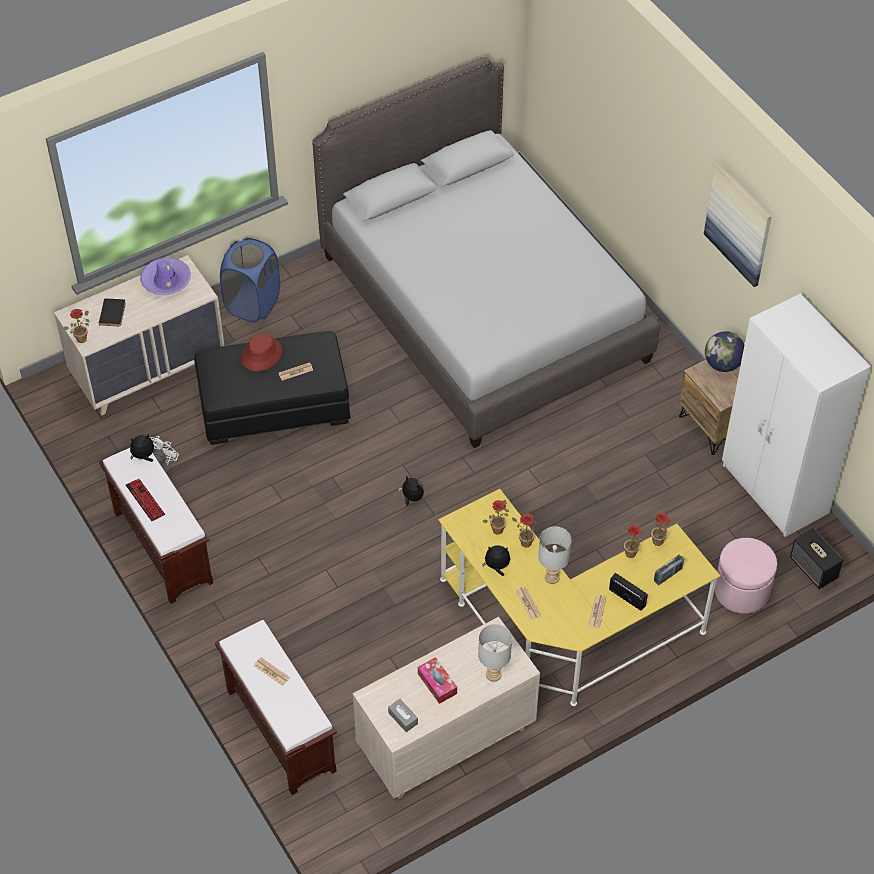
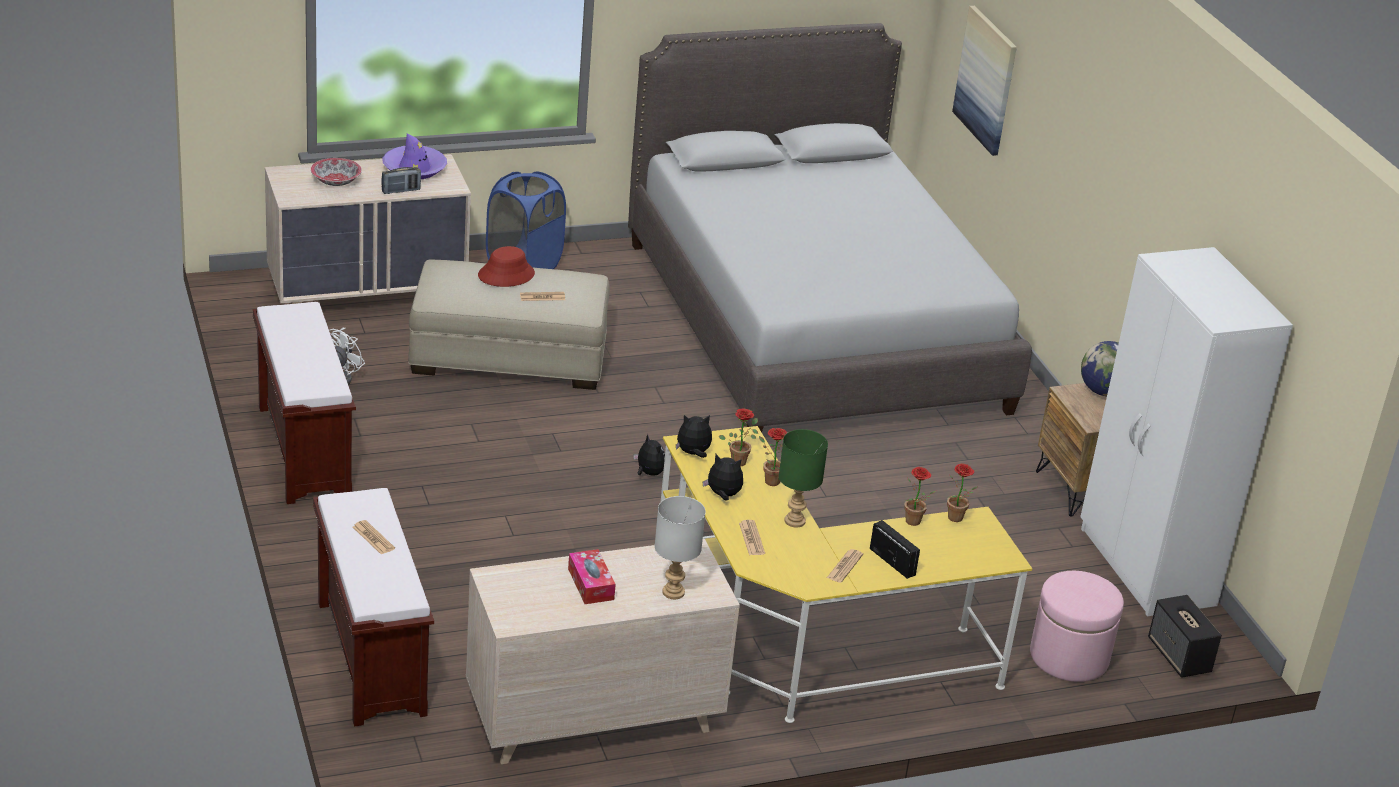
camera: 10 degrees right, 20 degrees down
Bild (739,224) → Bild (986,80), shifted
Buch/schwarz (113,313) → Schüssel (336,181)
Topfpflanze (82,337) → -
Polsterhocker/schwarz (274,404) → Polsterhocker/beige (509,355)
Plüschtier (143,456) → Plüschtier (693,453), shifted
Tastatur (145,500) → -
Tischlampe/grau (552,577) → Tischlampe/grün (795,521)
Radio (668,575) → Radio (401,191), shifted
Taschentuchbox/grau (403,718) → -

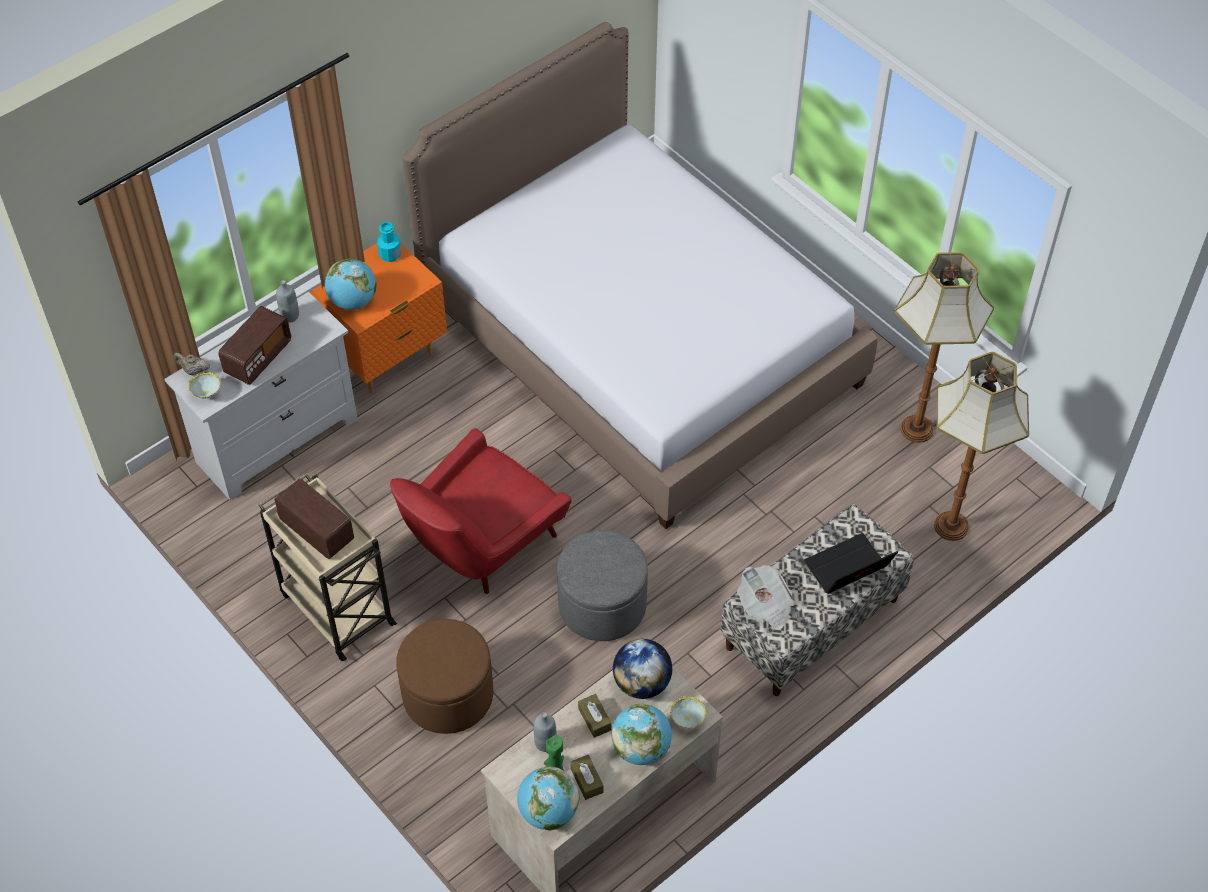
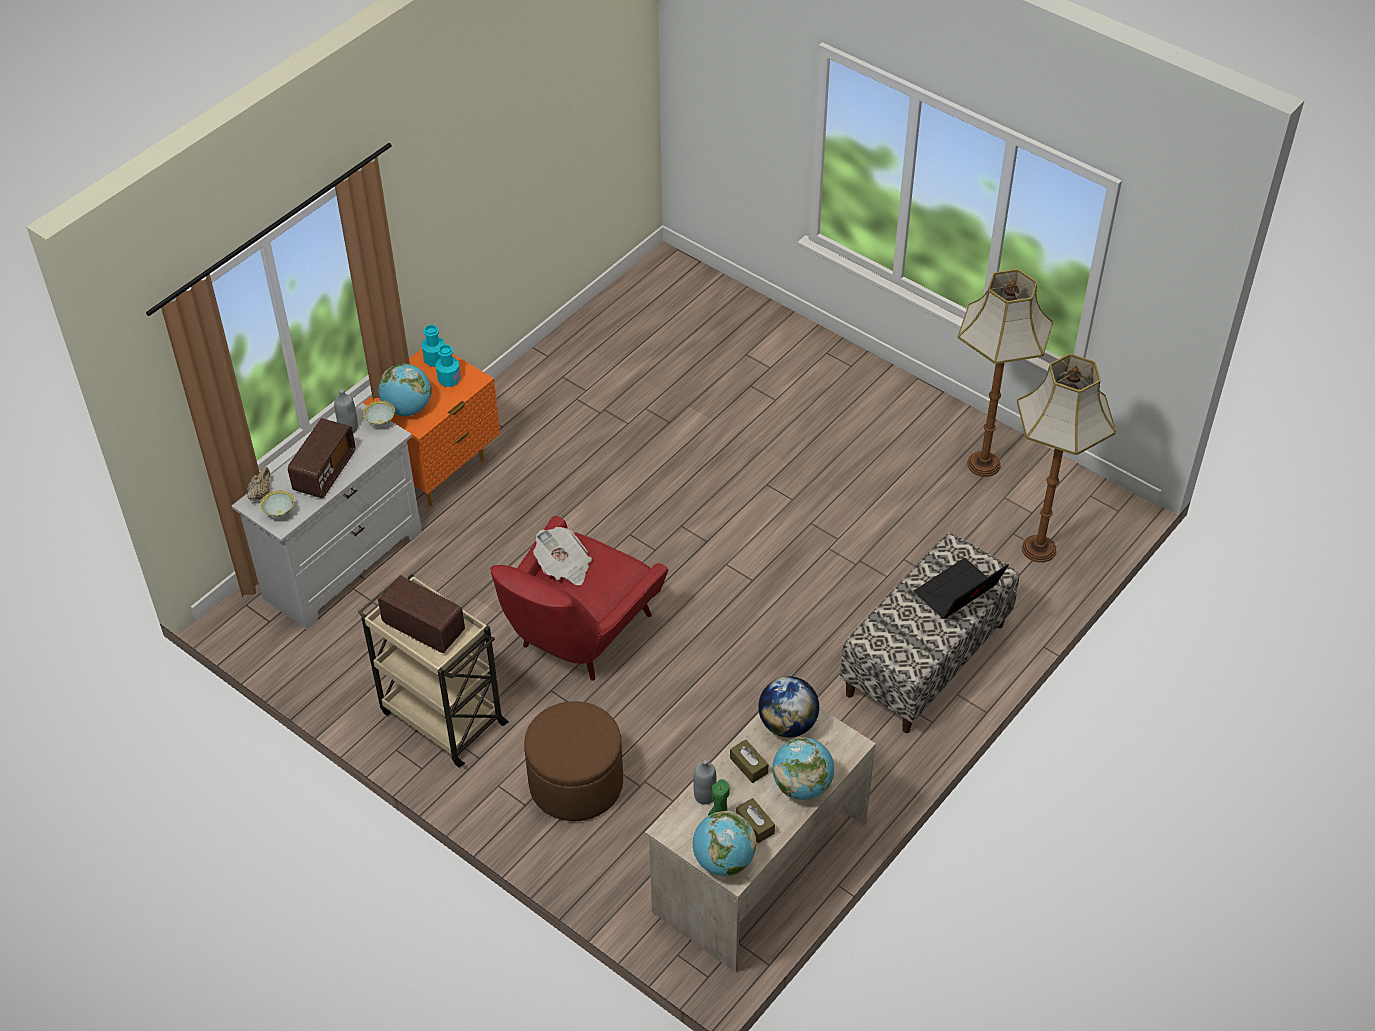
camera: 10 degrees left, 5 degrees down
Bett (639,341) → -
Teekanne/beige (193,371) → Teekanne/beige (260,494), 105 degrees clockwise
Polsterhocker/grau (602,605) → -
Zeitung (765,606) → Zeitung (564,566), shifted
Schüssel (687,721) → Schüssel (380,424), shifted
- → Flasche/türkis (449,379)

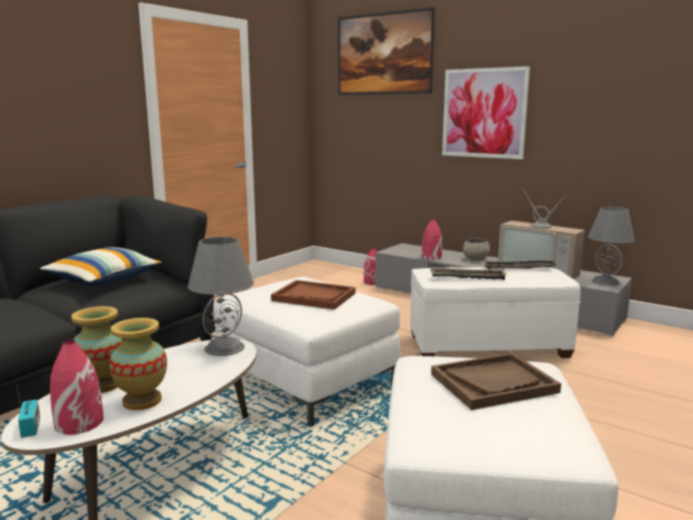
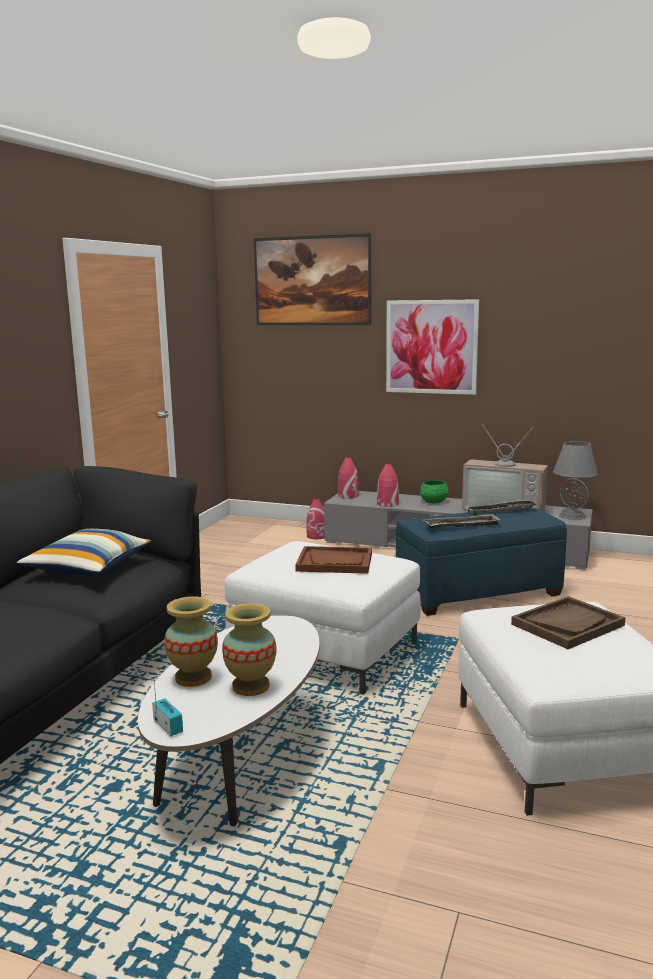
camera: 15 degrees left, 0 degrees up
Tischlampe/grau (224,348) → -
Schüssel/grau (476,259) → Schüssel/grün (434,502)
Polsterhocker/weiß (487,346) → Polsterhocker/blau (477,593)
Vase/rot (79,423) → Vase/rot (348,496), shifted

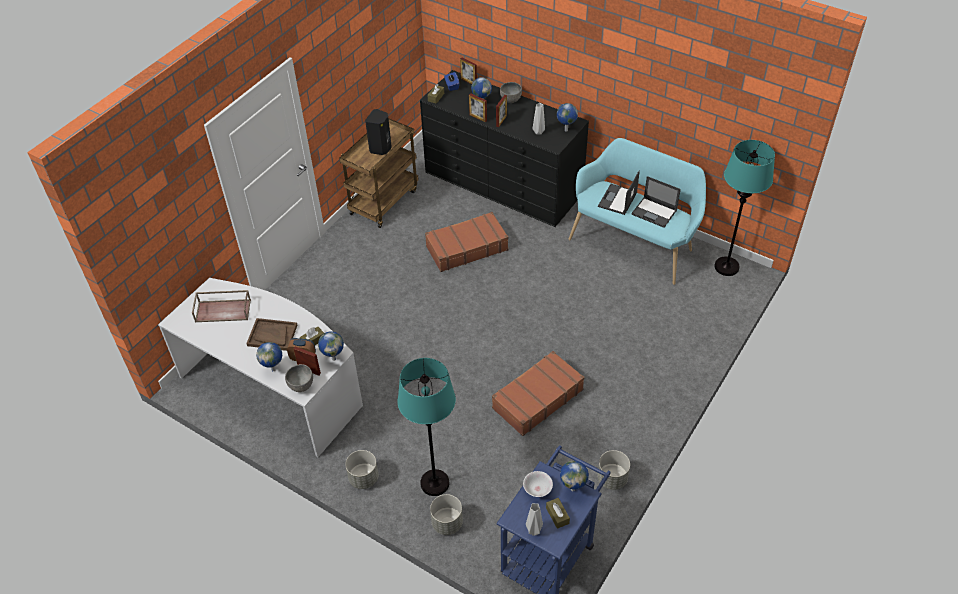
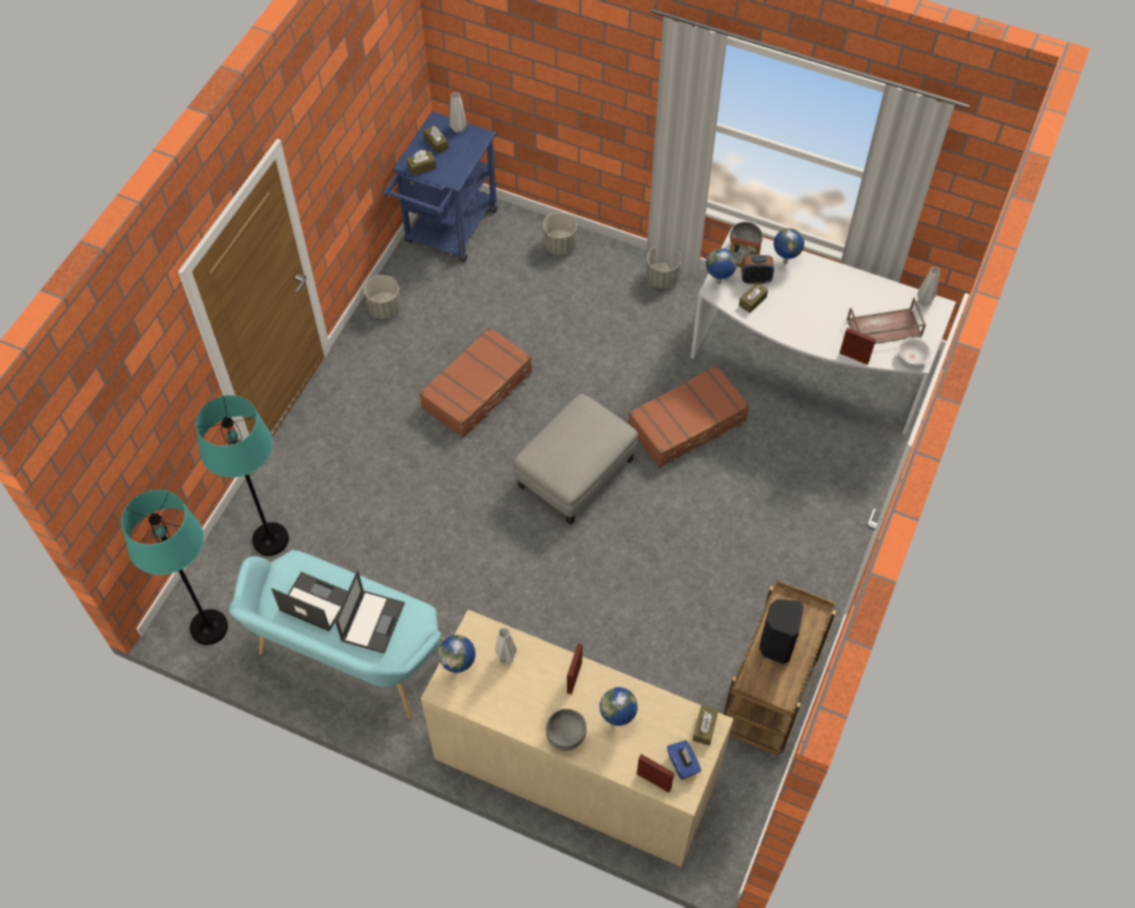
camera: 170 degrees right, 10 degrees up
Kommode/schwarz (503,183) → Kommode/beige (575,767)
Bilderrahmen (478,118) → Bilderrahmen (854,357), shifted
Koffer/braun (466,248) → Koffer/braun (688,424), shifted
Tablett/braun (272,335) → -
Stehlampe/türkis (435,483) → Stehlampe/türkis (270,539), shifted
Globus (573,488) → Taschentuchbox/braun (422,167)
Schüssel/weiß (537,489) → Schüssel/weiß (912,357), shifted
- → Vase/grau (924,302)
- → Polsterhocker/grau (575,472)

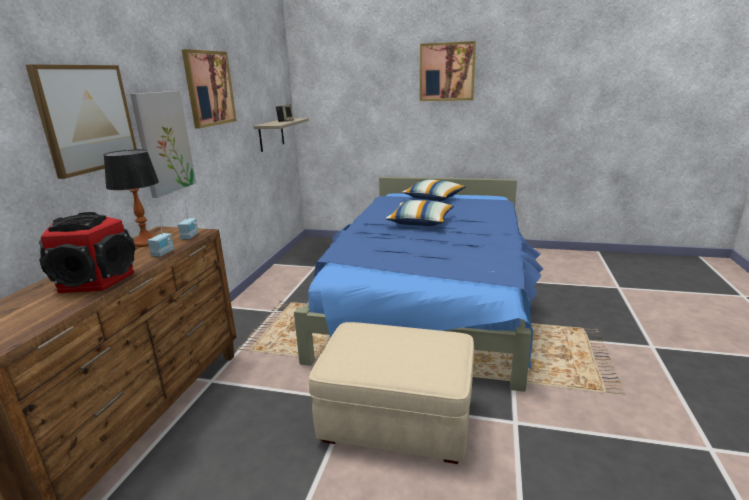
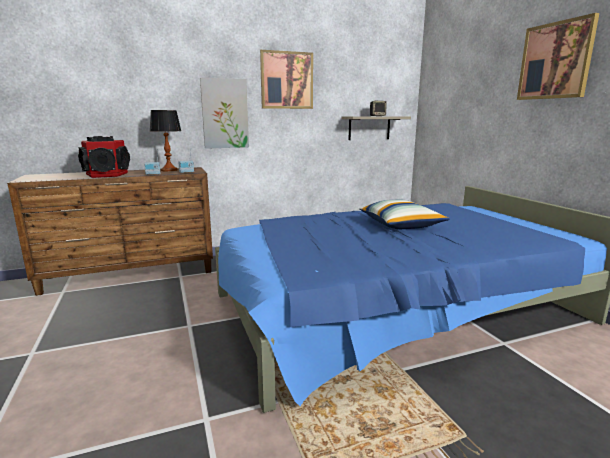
camera: 55 degrees right, 5 degrees down
Bild (86,118) → -
Kissen (434,198) → -
Polsterhocker/beige (397,421) → -

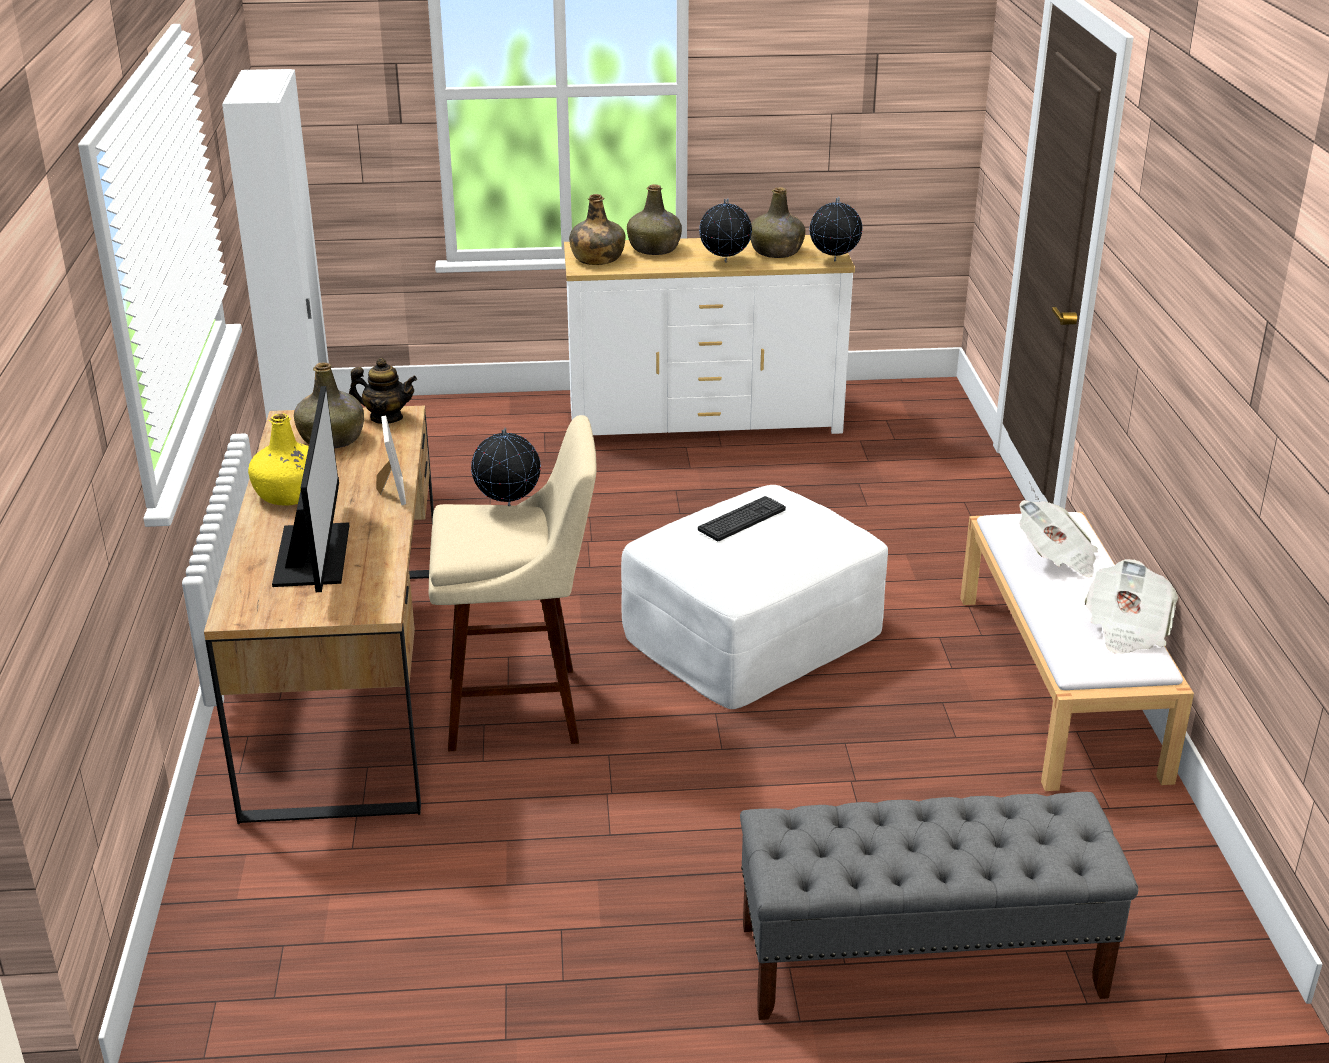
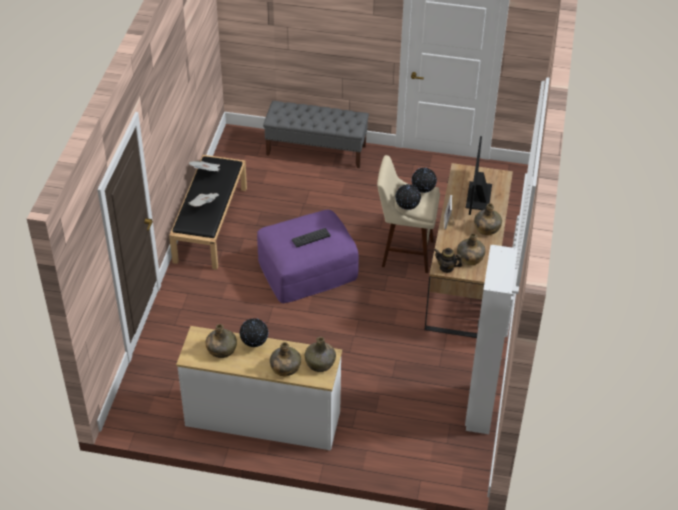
camera: 165 degrees left, 15 degrees up
Globus (833,261) → Globus (423,192), shifted
Flasche/gelb (290,494) → Flasche/grün (486,228)
Polsterhocker/weiß (753,633) → Polsterhocker/lila (307,269)
Bank/weiß (1060,684) → Bank/schwarz (210,223)

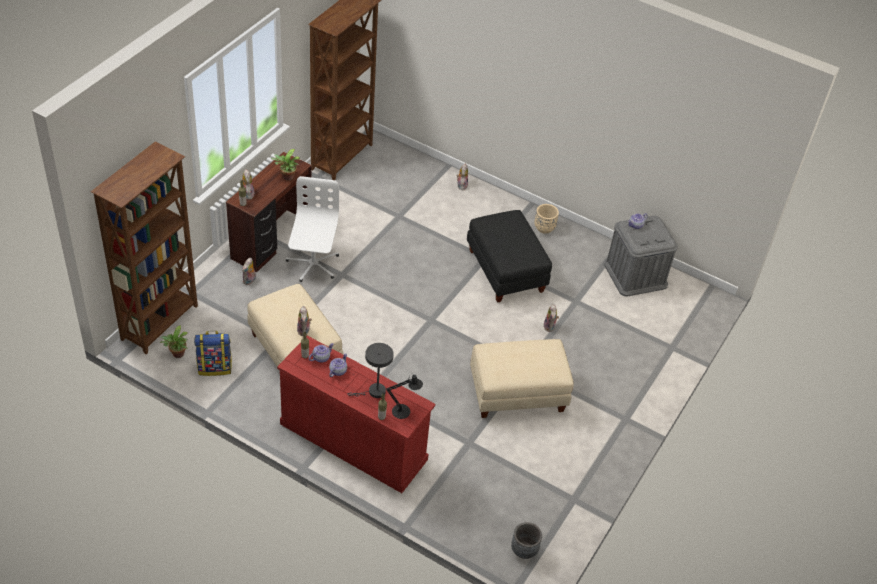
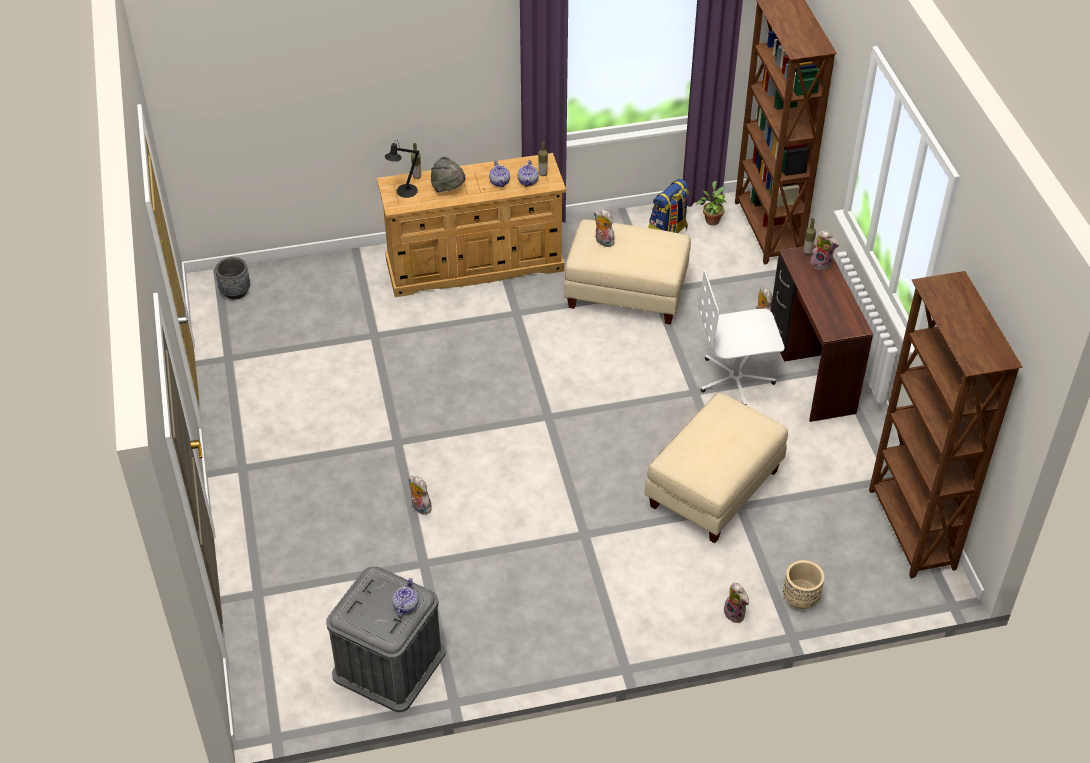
camera: 140 degrees right, 0 degrees up
Topfpflanze (287,177) → -
Bürostuhl/weiß (313,264) → Bürostuhl/weiß (735,379), 120 degrees clockwise
Pflanzkübel/beige (544,228) → Pflanzkübel/beige (800,598), shifted
Polsterhocker/schwarz (506,271) → -
Kommode/rot (352,441) → Kommode/beige (475,265)
Polsterhocker/beige (517,392) → Polsterhocker/beige (714,489), shifted
Tischlampe/grau (374,392) → Hut/grau (448,188)

